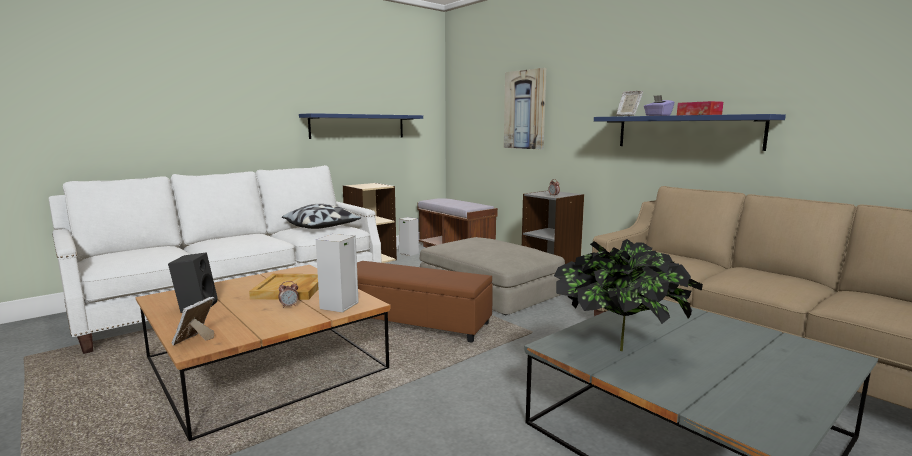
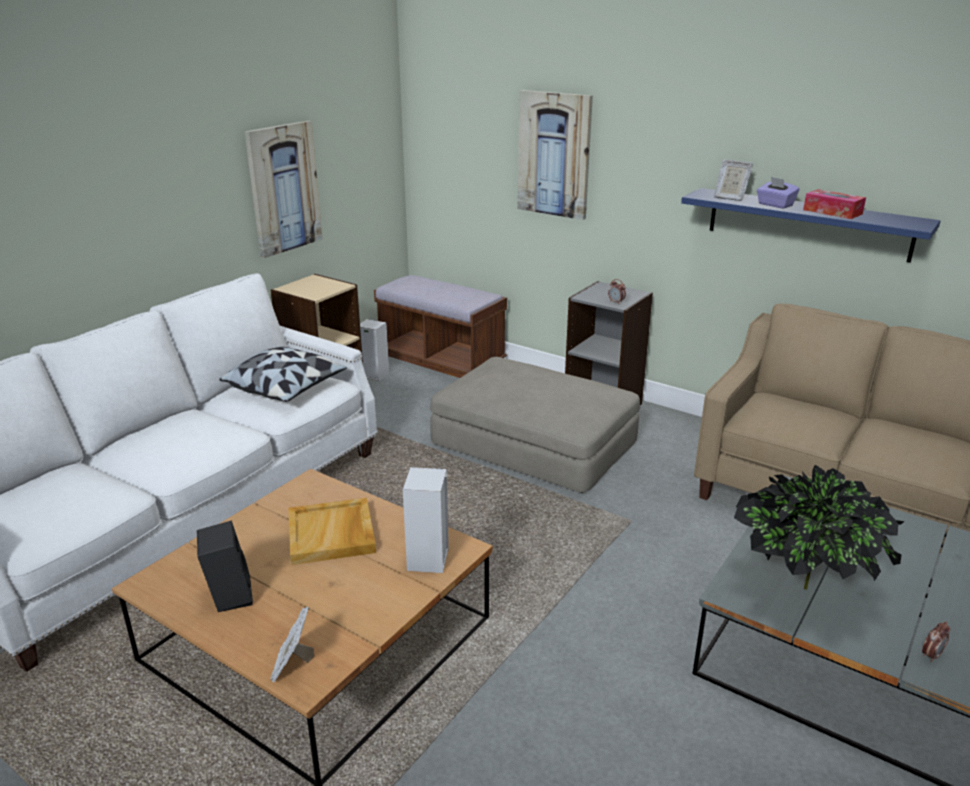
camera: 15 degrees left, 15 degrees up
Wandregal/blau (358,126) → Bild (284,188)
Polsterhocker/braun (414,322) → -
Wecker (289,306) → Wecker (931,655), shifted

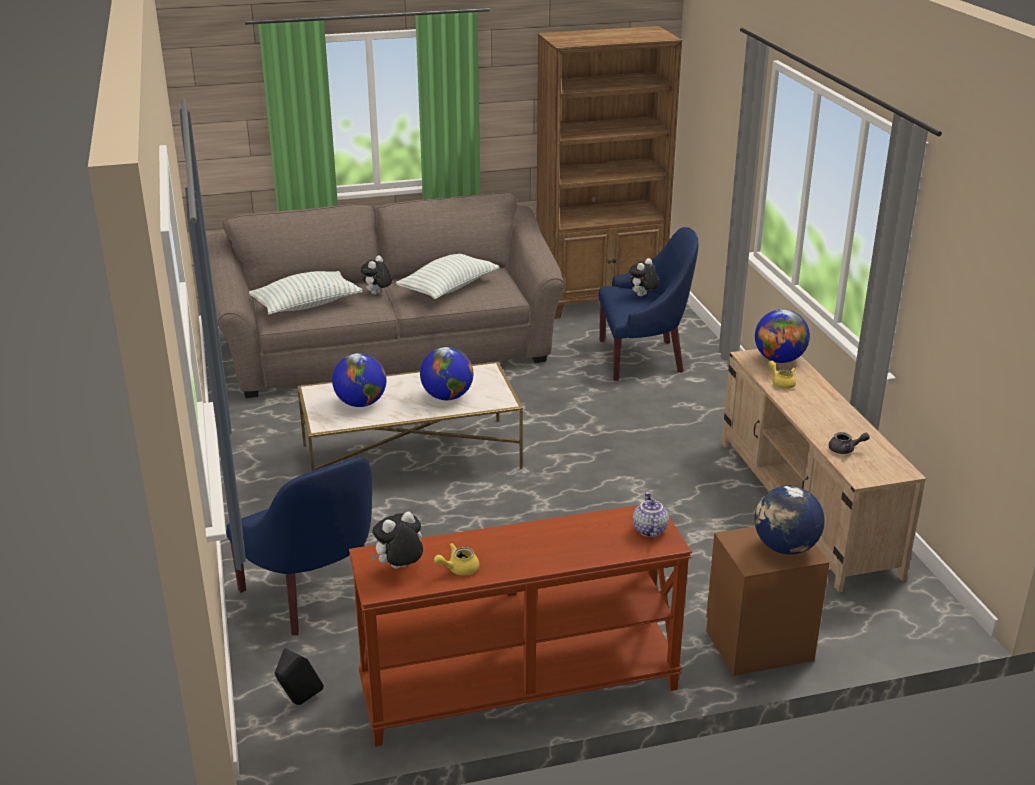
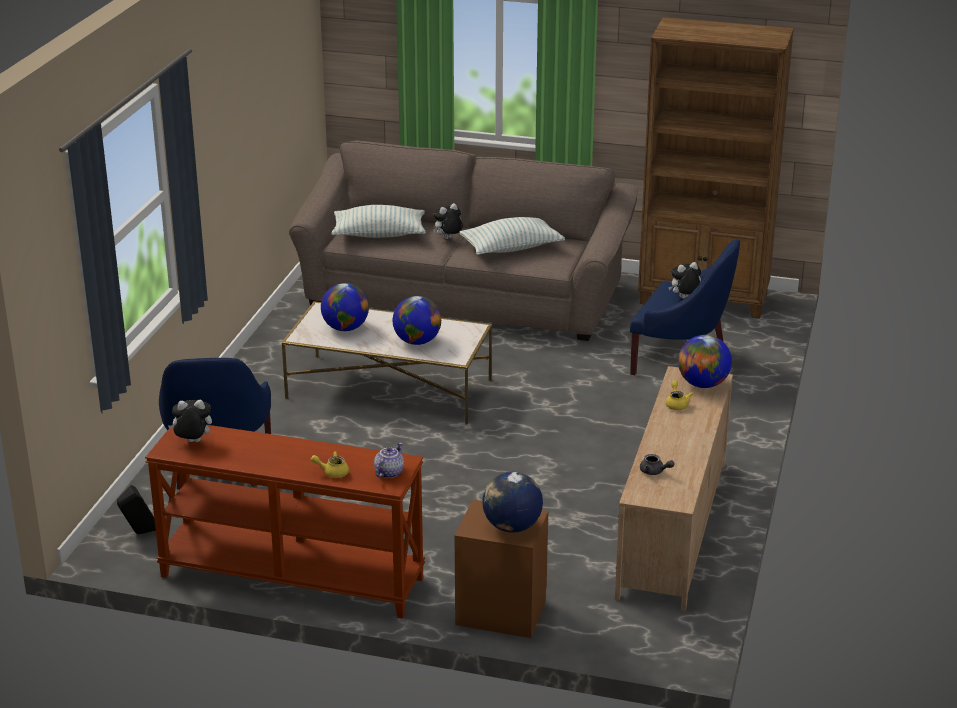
camera: 30 degrees right, 0 degrees up
Teekanne/gelb (458,569) → Teekanne/gelb (332,472), shifted

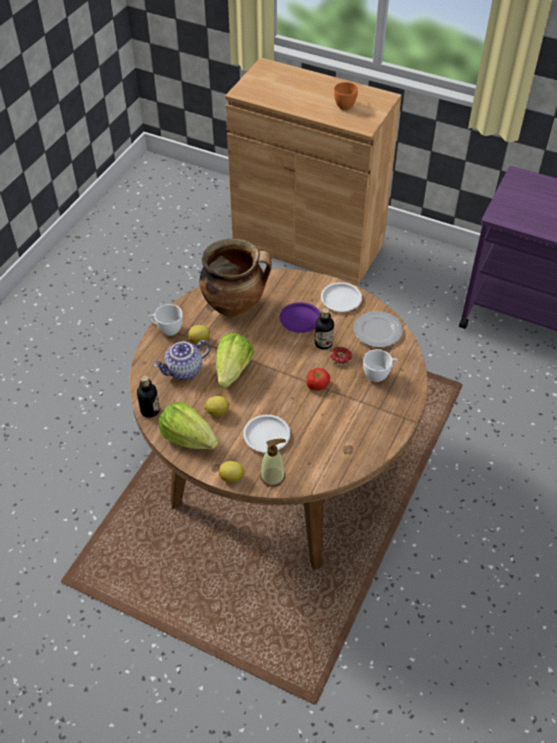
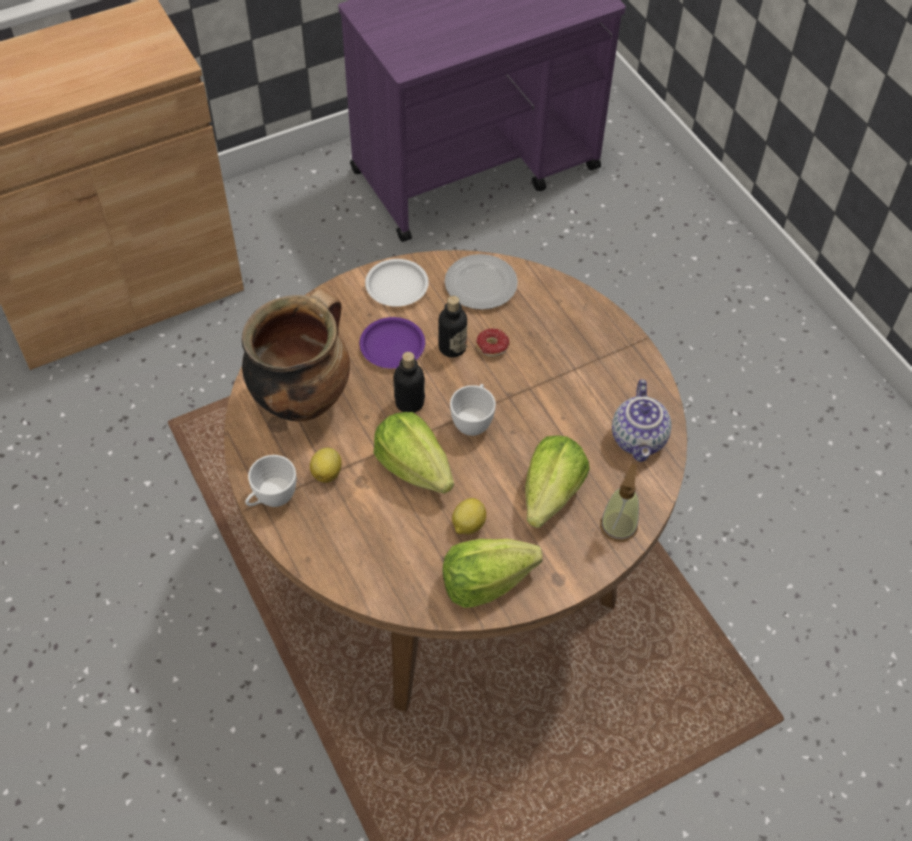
camera: 55 degrees left, 5 degrees up
Tasse/orange (346,104) → -
Teekanne (184,371) → Teekanne (640,439), shifted
Tasse/weiß (379,375) → Tasse/weiß (473,421), shifted
Tomate (317,384) → -
Flasche (150,410) → Flasche (409,403), shifted
Teller/weiß (267,436) → Salatkopf (551,494)
Zitrone (232,477) → -

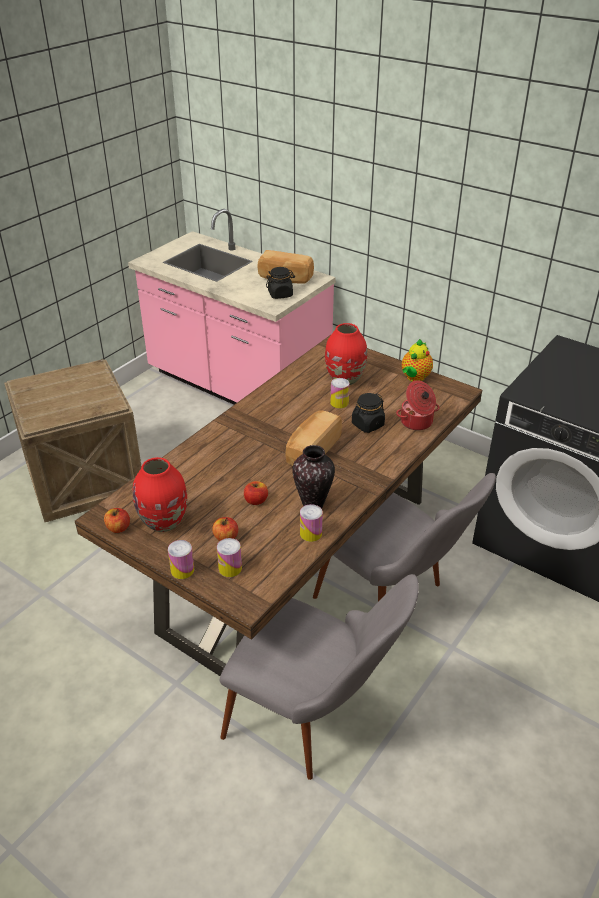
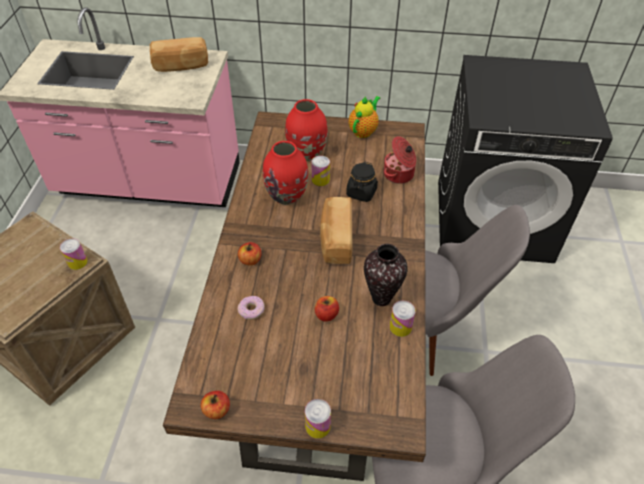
camera: 30 degrees left, 10 degrees up
Vorratsglas/schwarz (280,294) → -
Teekanne (414,378) → Teekanne (364,131), 150 degrees counterclockwise
Vase/rot (164,522) → Vase/rot (287,196), shifted
Apfel (226,537) → Apfel (250,260), shifted
Dose (230,568) → Dose (77,262), shifted
- → Donut (251,310)

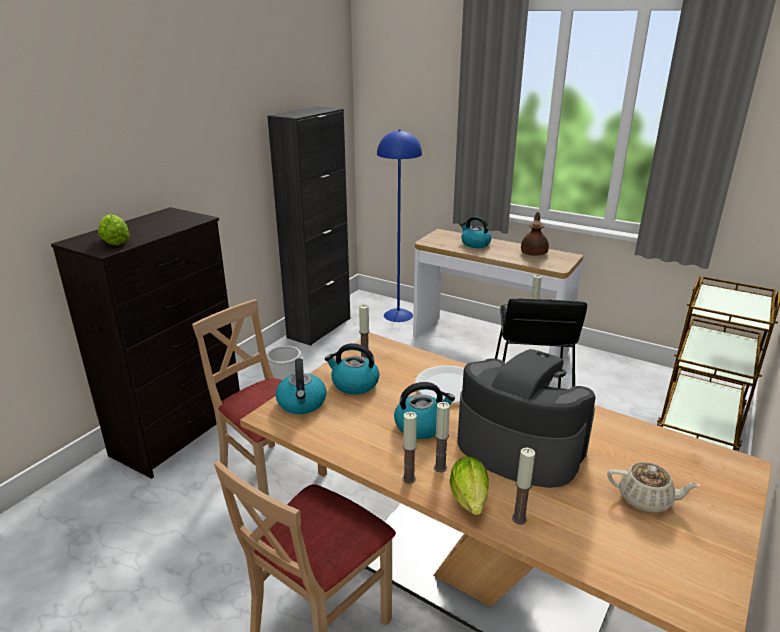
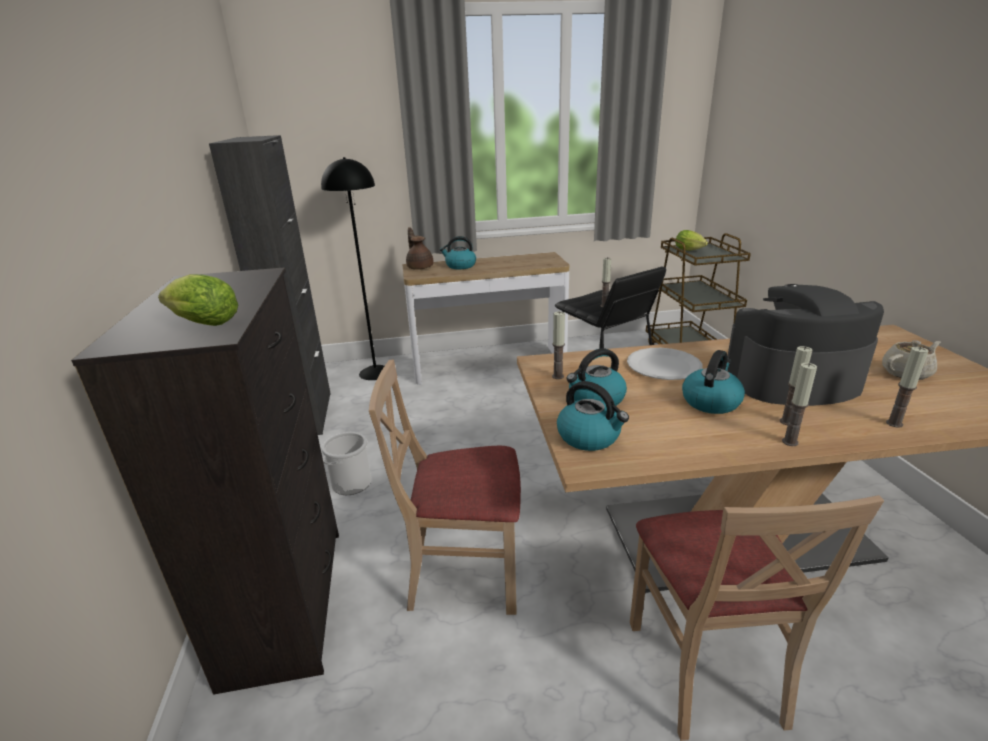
camera: 40 degrees left, 0 degrees up
Stehlampe/blau (398,315) → Stehlampe/schwarz (376,372)
Teekanne/braun (534,253) → Teekanne/braun (420,267), shifted
Salatkopf (470,502) → Salatkopf (690,250), shifted

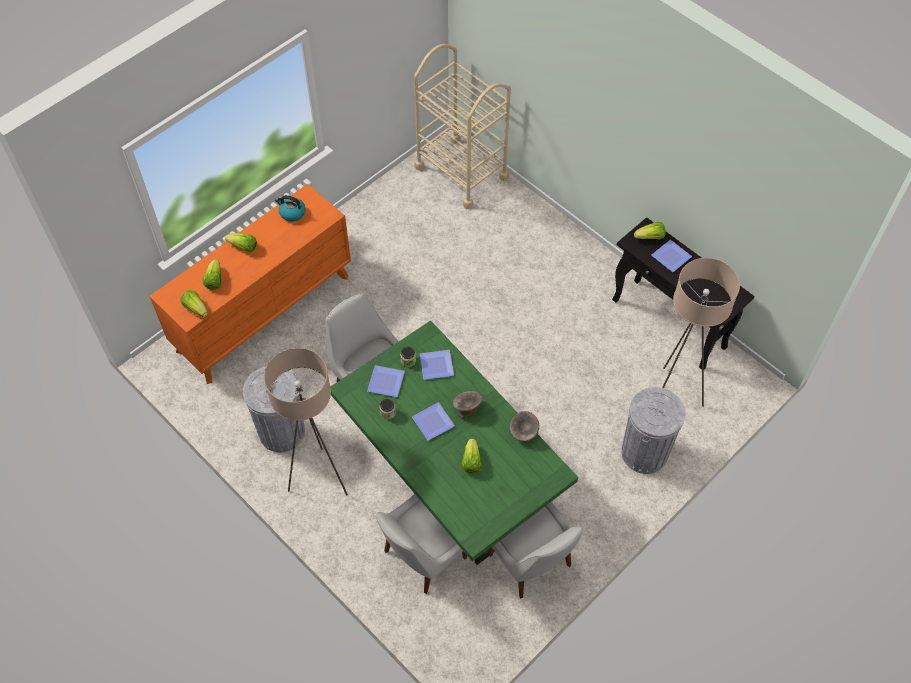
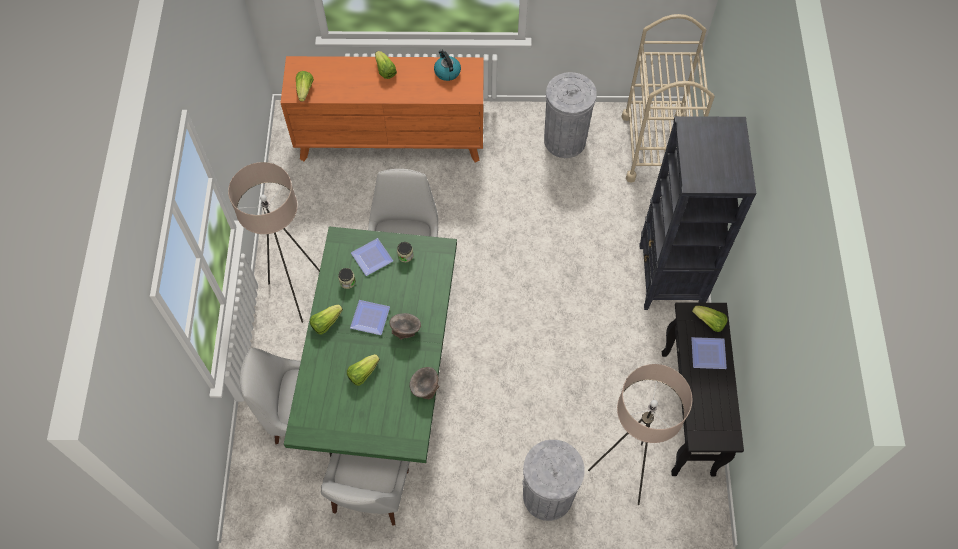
camera: 45 degrees right, 5 degrees up
Salatkopf (214,280) → Salatkopf (326,323), shifted
Teller (437,364) → -
Mülleimer/grau (282,431) → Mülleimer/grau (565,140), shifted
- → Bücherregal/schwarz (669,278)

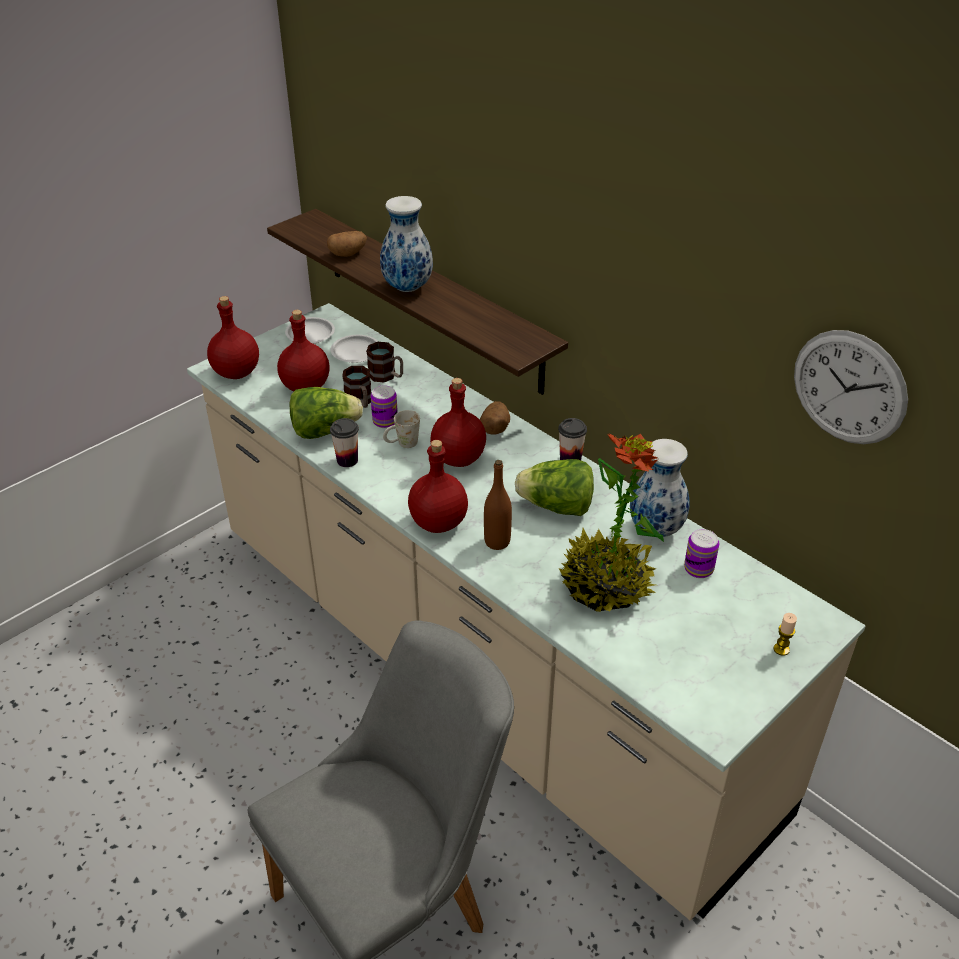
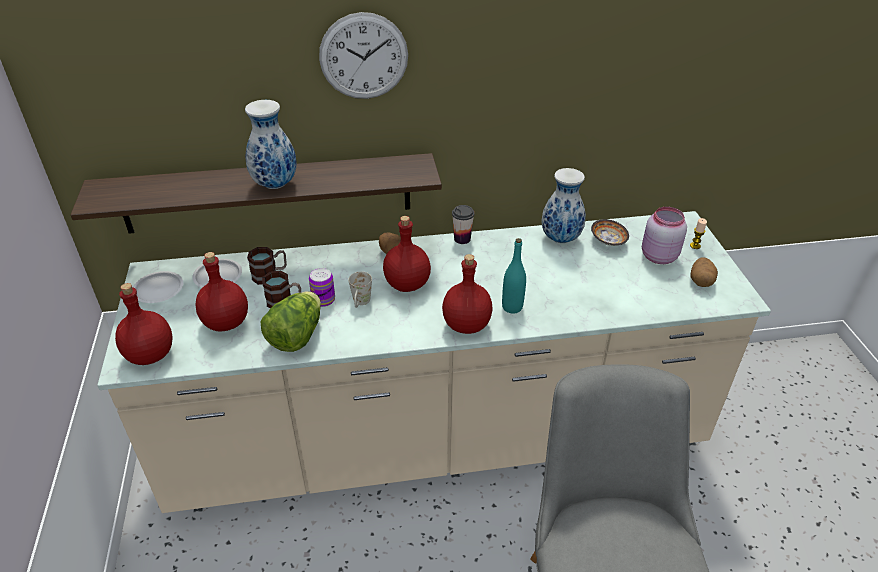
camera: 55 degrees left, 0 degrees up
Kartoffel (348,254) → Kartoffel (701,281), shifted
Wanduhr (849,387) → Wanduhr (364,56), shifted
Tasse (347,460) → -
Topfpflanze (606,587) → -
Salatkopf (556,507) → -
Flasche/braun (497,542) → Flasche/türkis (512,307)
Dose (698,569) → Schüssel (608,241)
- → Vorratsglas/rosa (657,256)

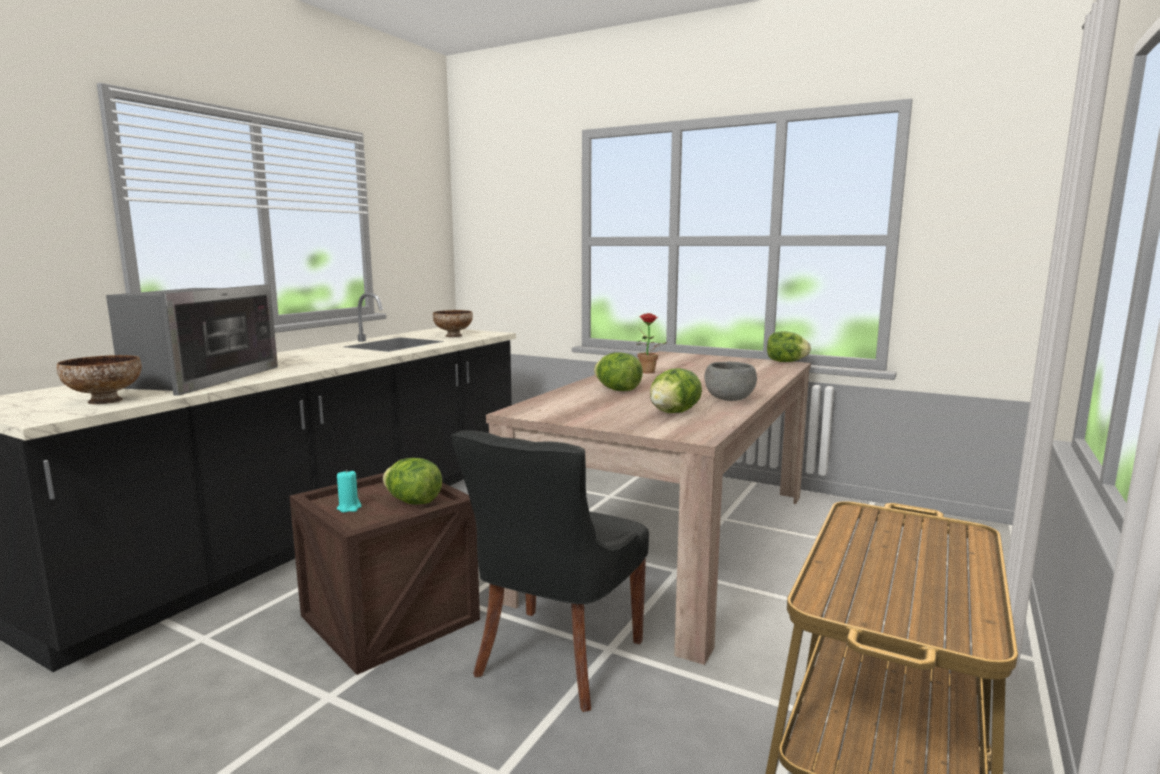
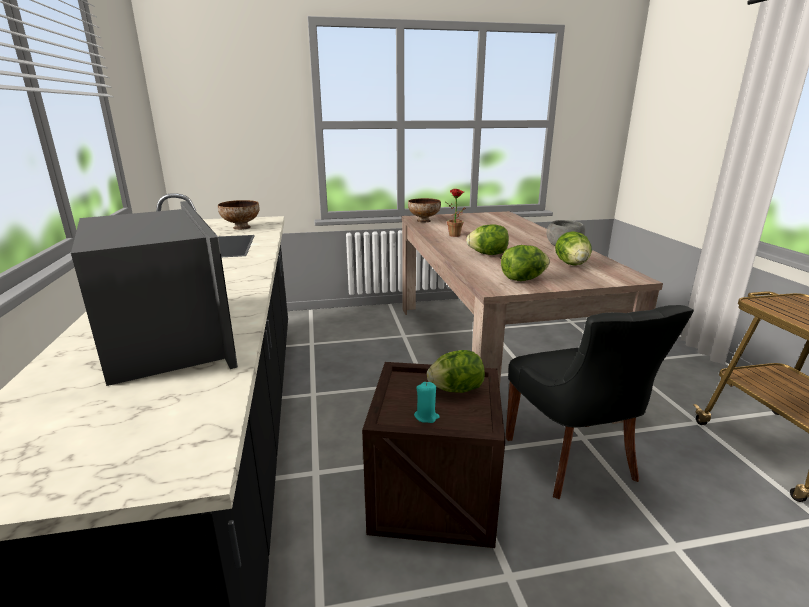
camera: 40 degrees left, 10 degrees up
Salatkopf (785,362) → Salatkopf (523,279), shifted
Schüssel (104,401) → Schüssel (424,221), shifted

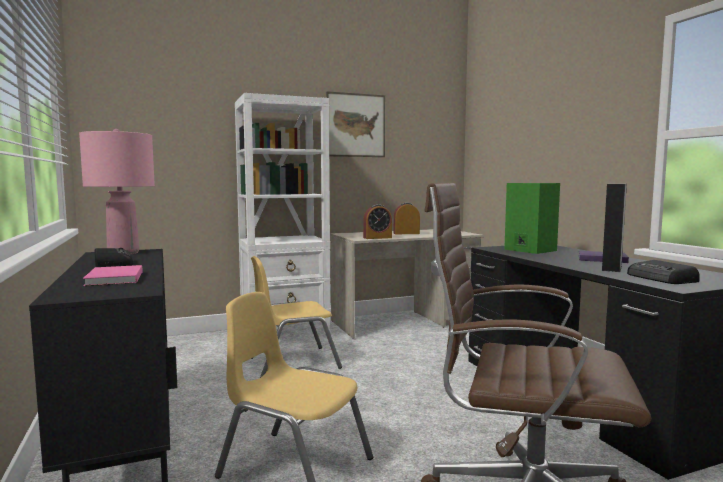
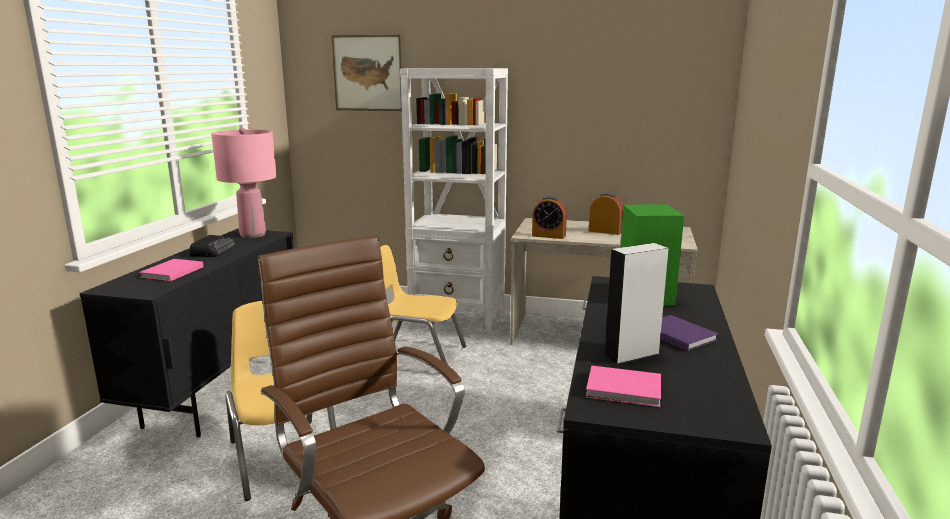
camera: 35 degrees right, 10 degrees up
Bild (356,125) → Bild (368,73), shifted
Radio (662,279) → Buch/rosa (625,390)

